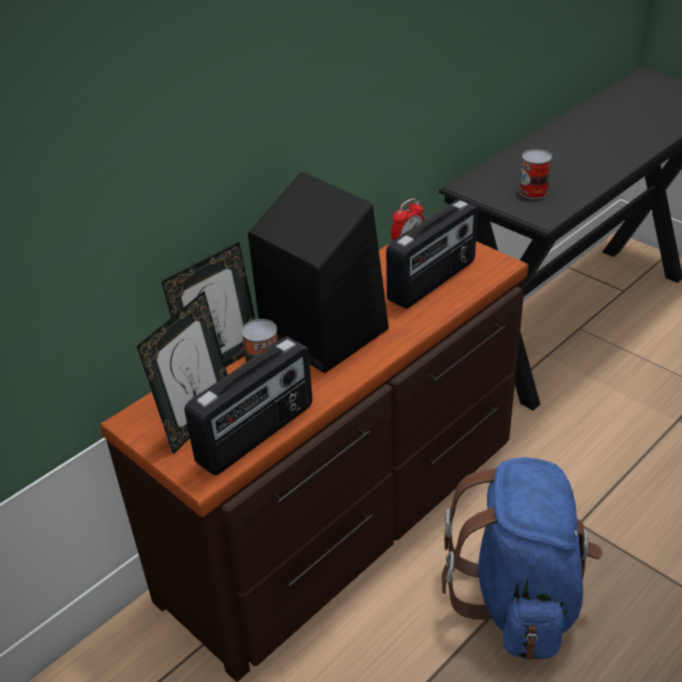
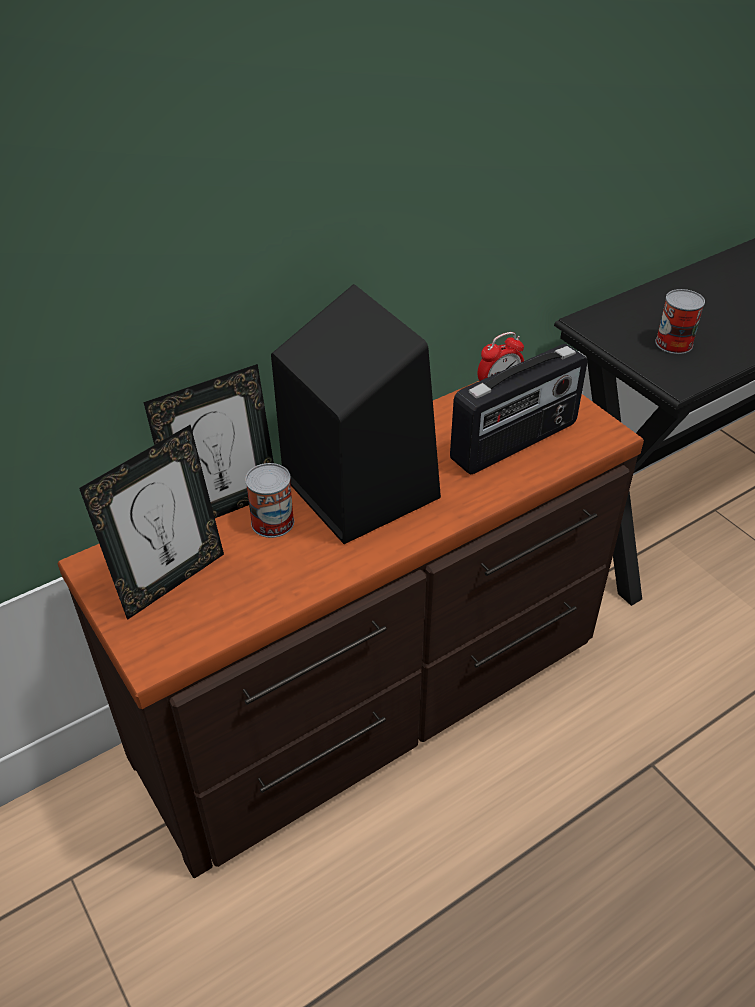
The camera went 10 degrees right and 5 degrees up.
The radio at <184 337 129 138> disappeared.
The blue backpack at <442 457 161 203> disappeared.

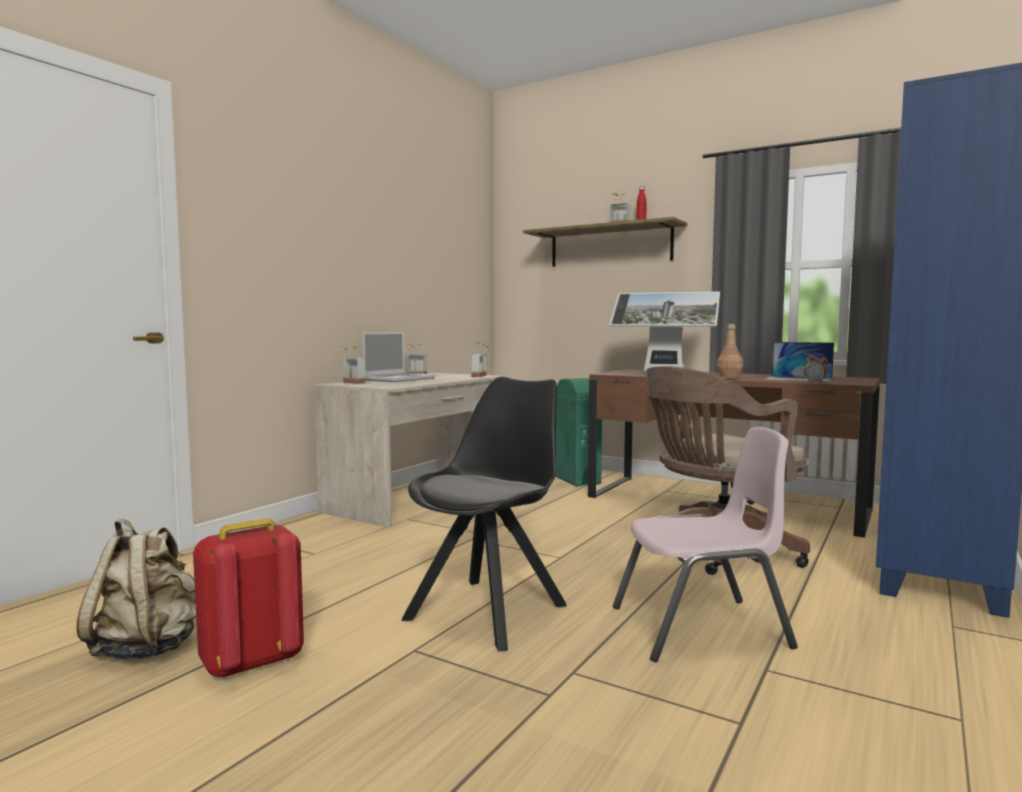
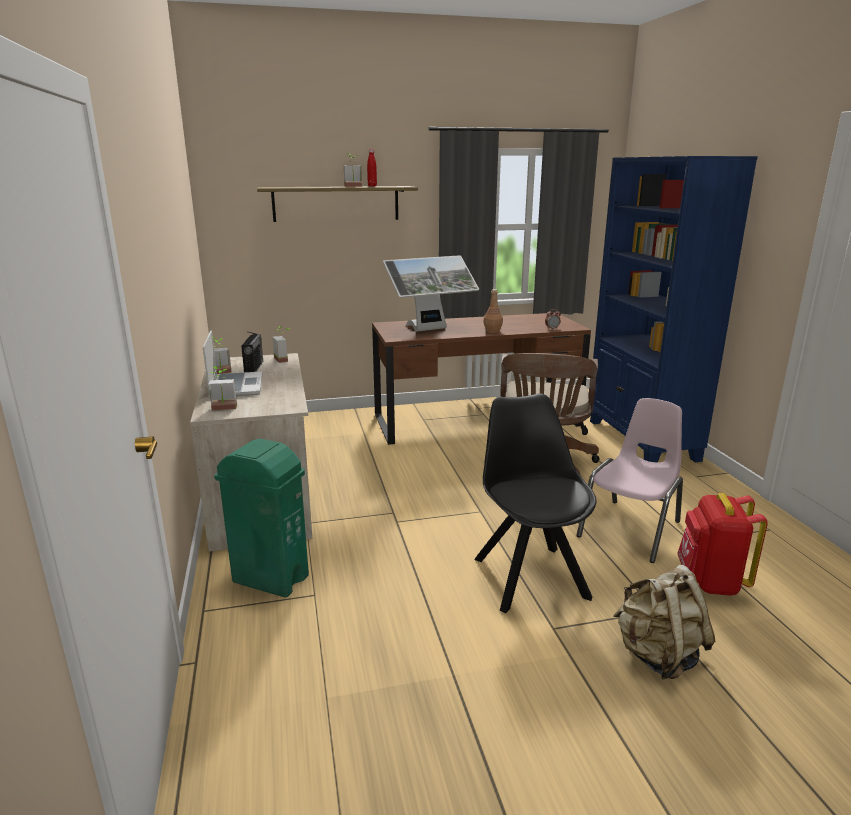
The camera went 45 degrees left and 15 degrees up.
The laptop at <765 342 69 40> disappeared.
The green trash can moved from <556 378 46 109> to <214 439 95 158>.
The beige backpack moved from <77 518 119 142> to <613 565 102 114>.
The red backpack moved from <193 519 111 160> to <677 493 91 103>.
The radio at <241 331 22 41> appeared.

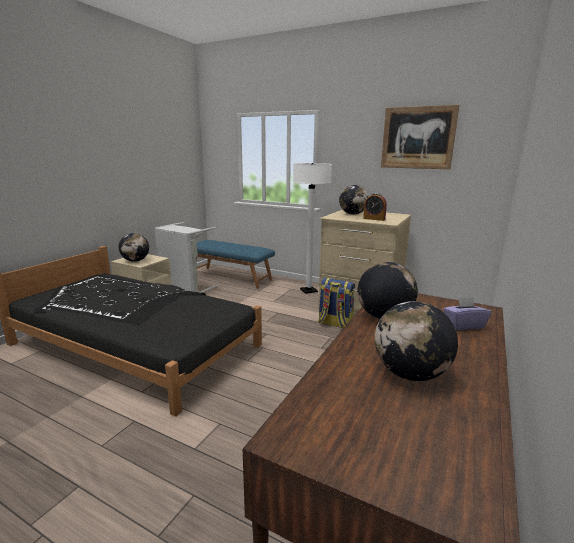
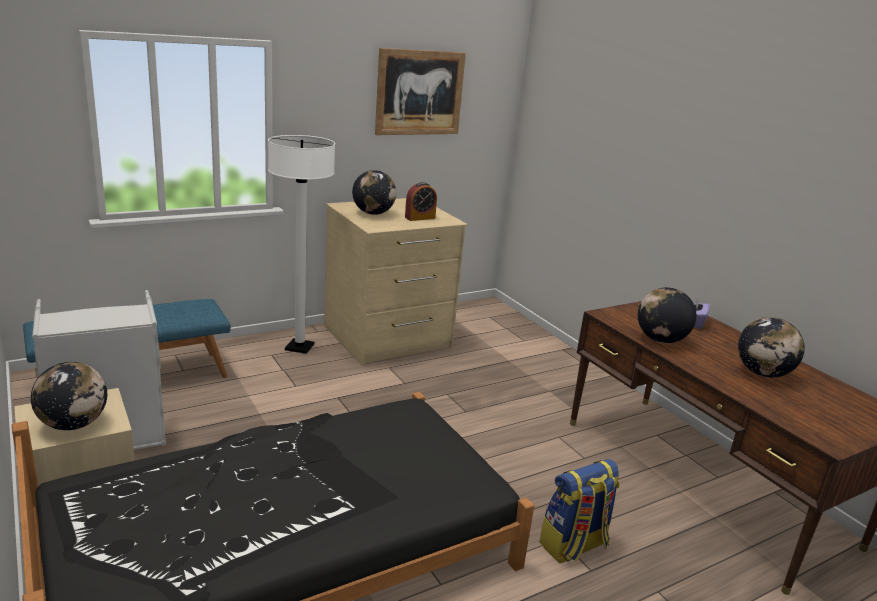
The camera went 60 degrees left and 5 degrees up.
The backpack moved from <318 278 37 50> to <540 459 80 104>.

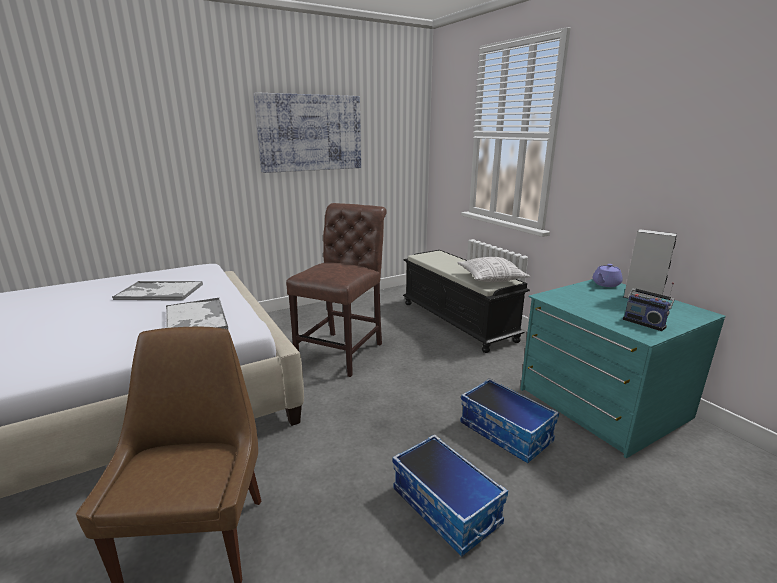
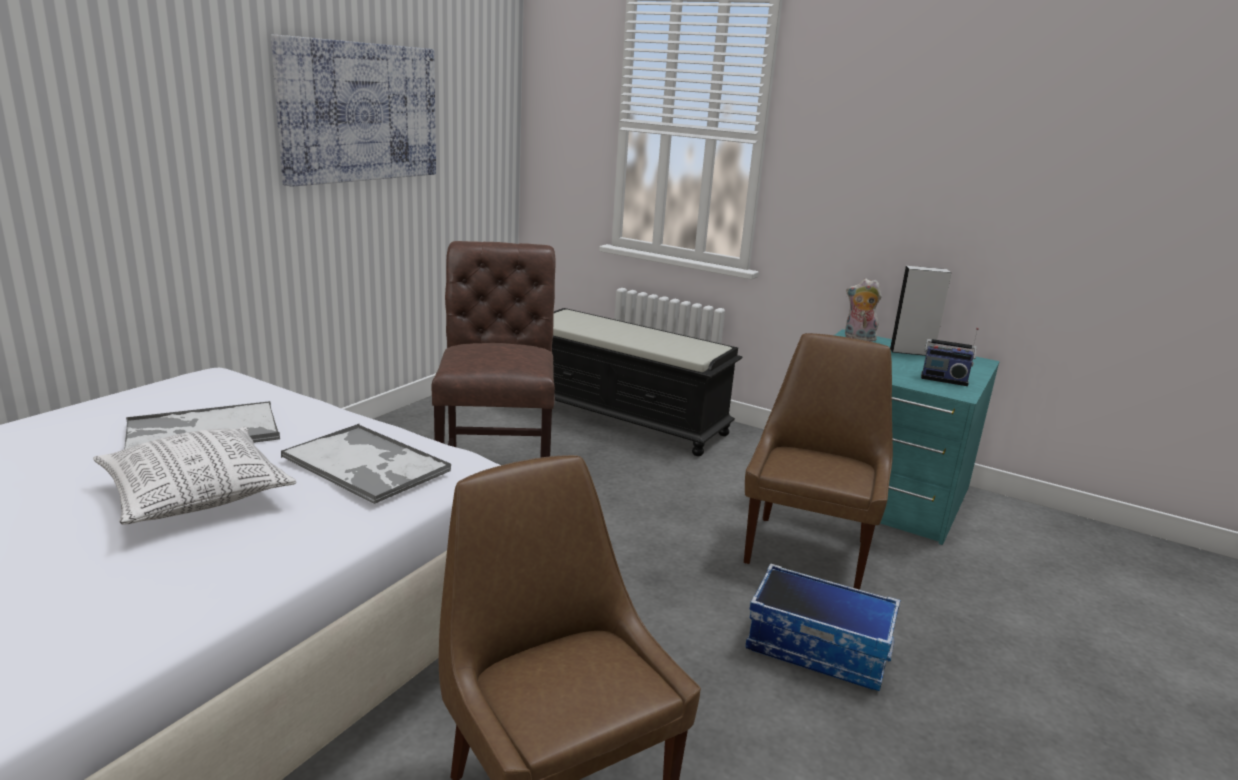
The camera went 30 degrees left and 0 degrees up.
The pillow moved from <457 257 73 25> to <93 427 204 98>.
The purple teapot at <592 264 31 23> was replaced by the plush toy at <845 279 37 63>.
The storage box at <460 378 99 85> was replaced by the brown chair at <744 333 149 257>.

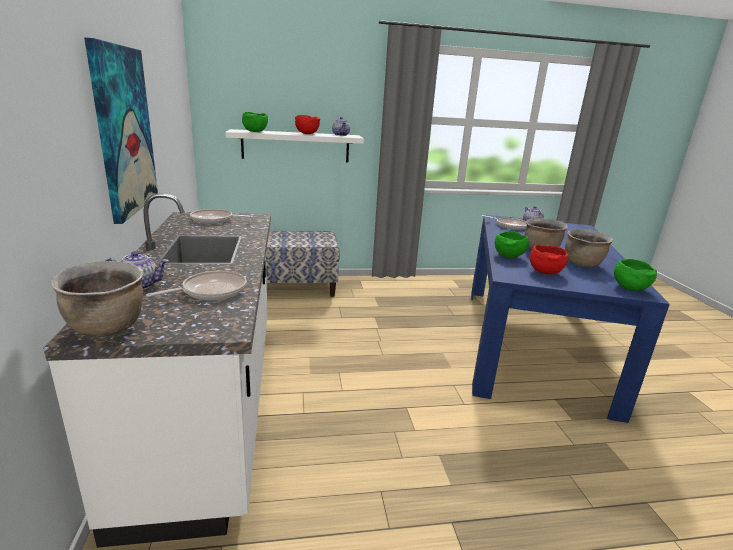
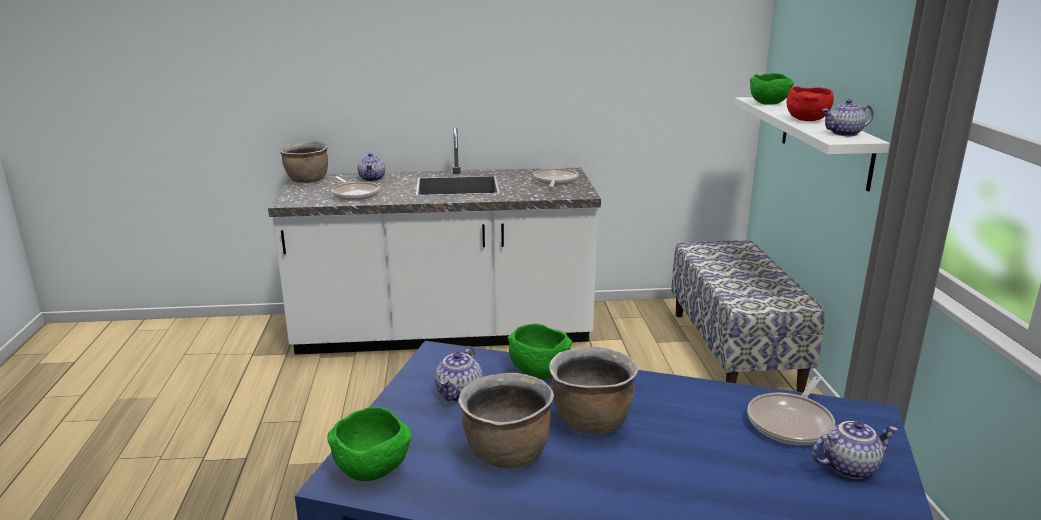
The camera went 95 degrees right and 0 degrees up.
The picture at <84 37 74 187> disappeared.
The red bowl at <530 245 38 29> was replaced by the teapot at <435 346 48 56>.

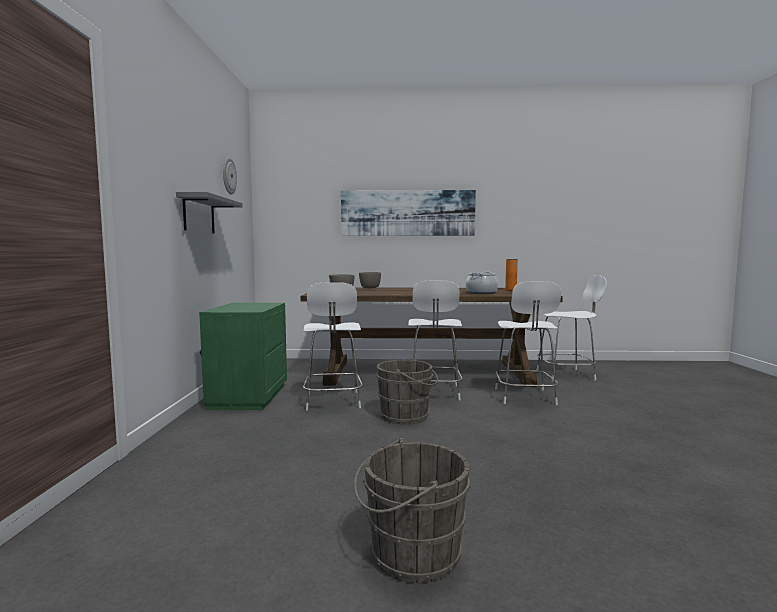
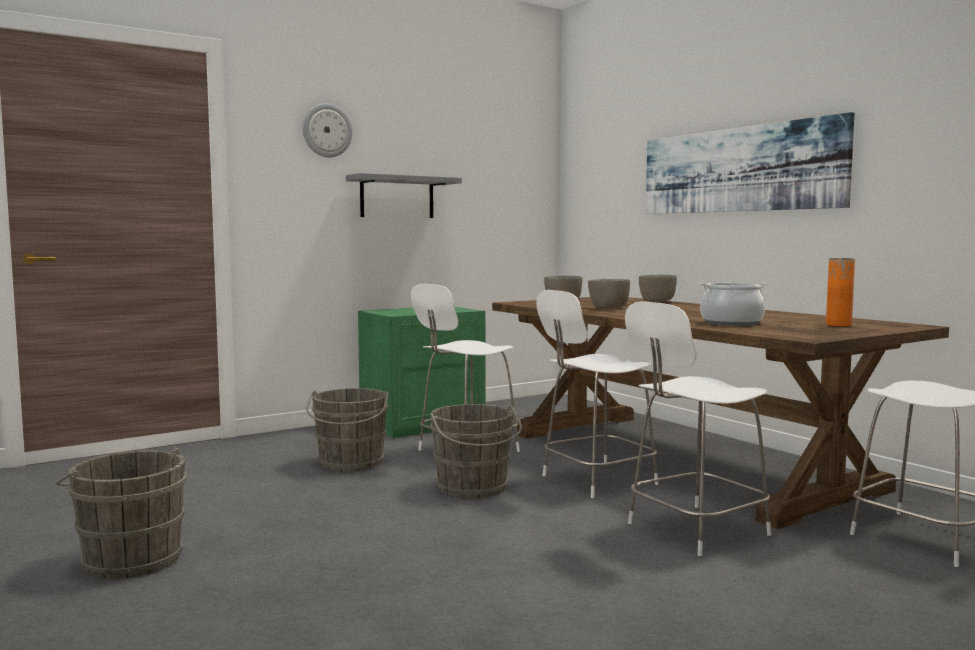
The camera went 55 degrees right and 0 degrees up.
The wall clock moved from <223 157 14 37> to <303 103 49 55>.
The grey bowl at <588 279 42 30> appeared.
The grey bucket at <306 388 83 84> appeared.

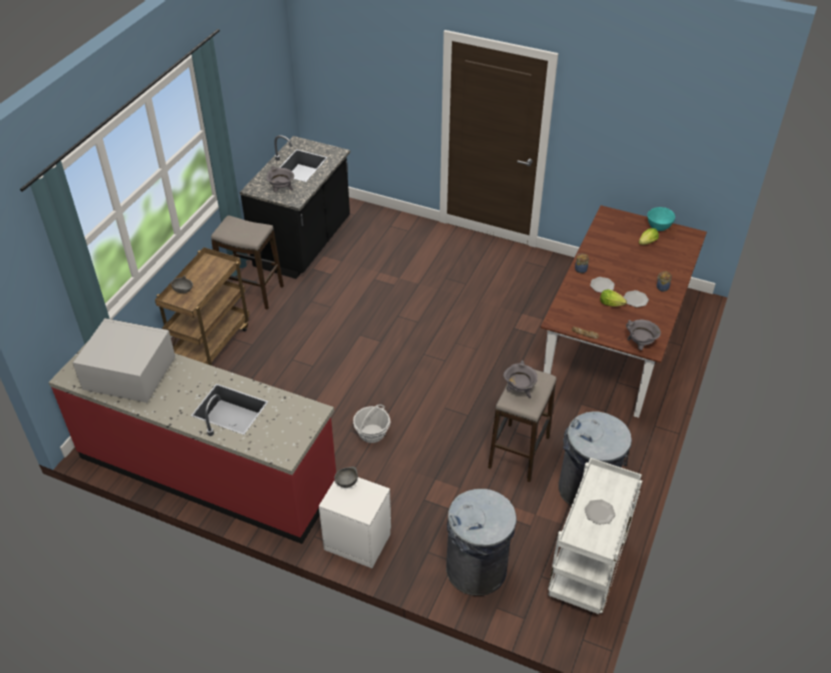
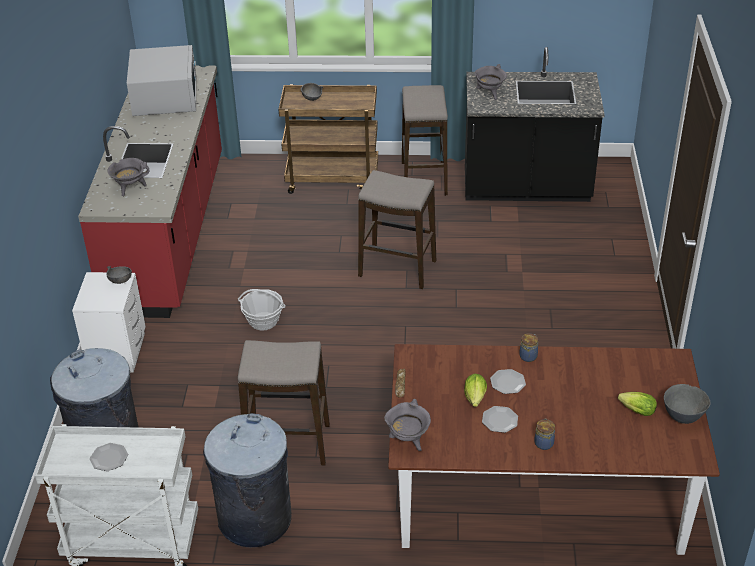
The camera went 70 degrees right and 5 degrees down.
The turquoise bowl at <647 207 28 24> became the grey bowl at <664 384 47 40>.
The grey cooking pot moved from <503 361 35 37> to <108 158 41 38>.
The stool at <358 170 78 119> appeared.

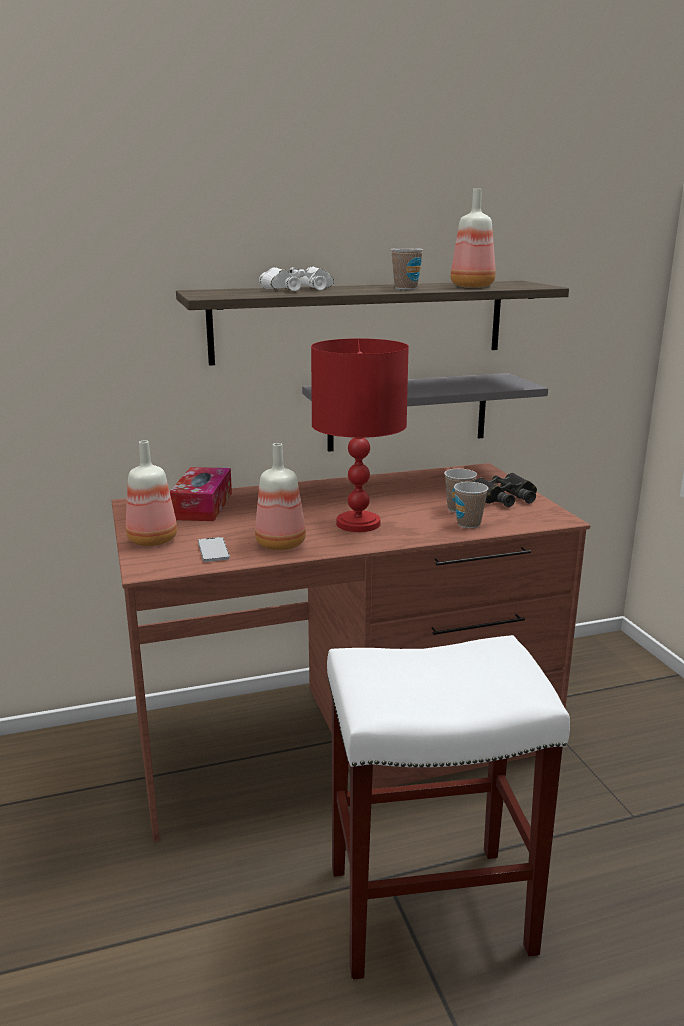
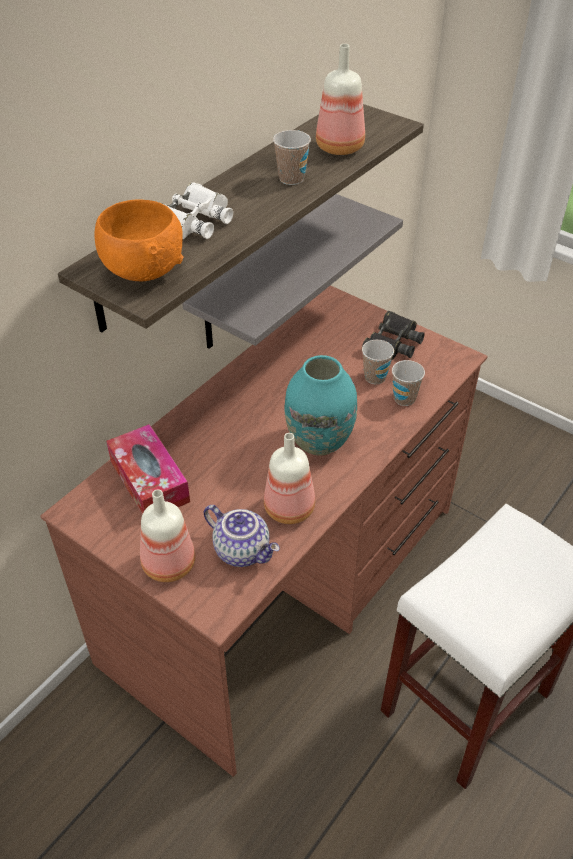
The camera went 35 degrees left and 25 degrees up.
The red table lamp at <311 338 98 194> was replaced by the turquoise vase at <284 355 73 101>.
The phone at <198 537 32 25> was replaced by the teapot at <204 505 76 62>.
The orange bowl at <94 200 90 81> appeared.

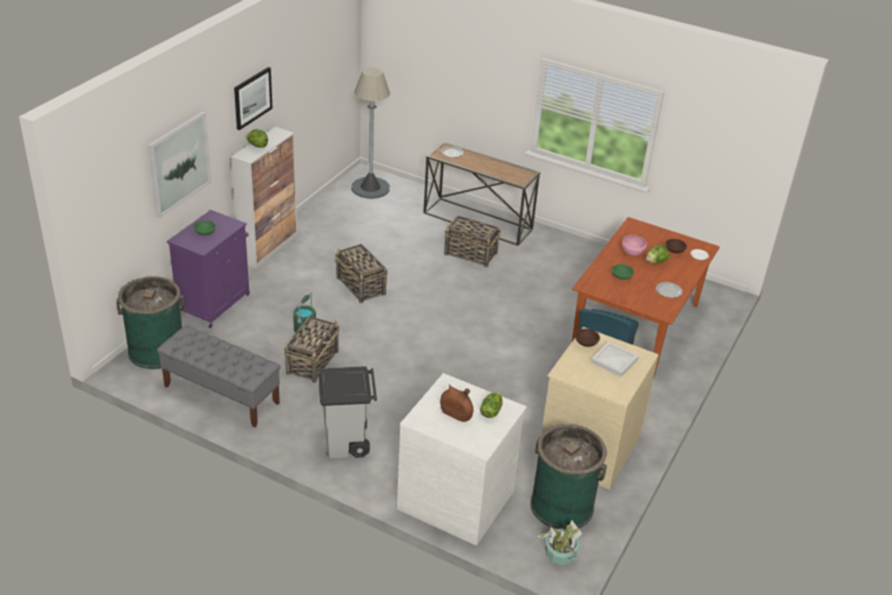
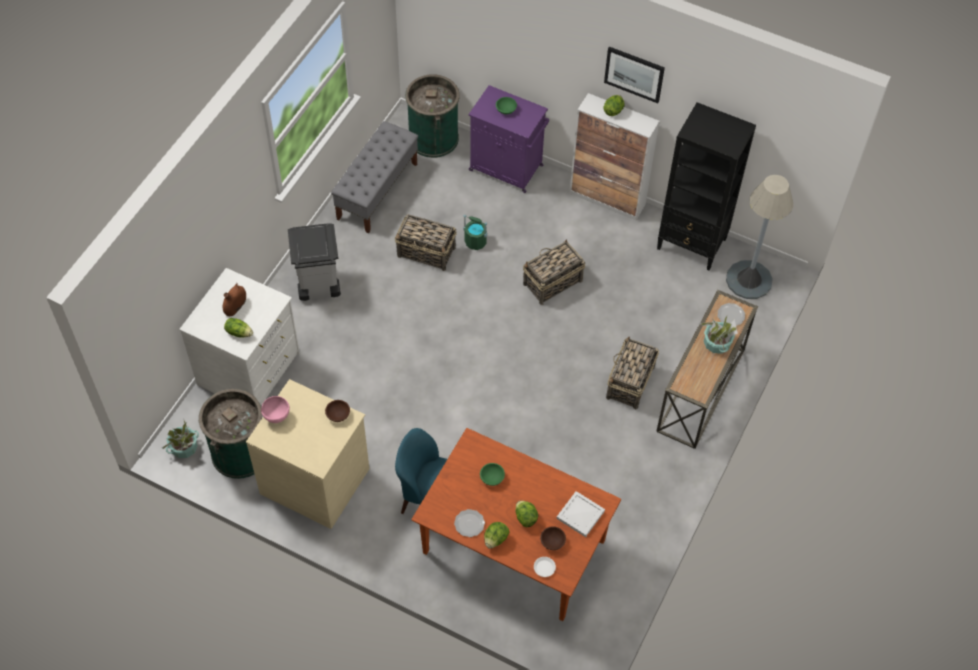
The camera went 90 degrees right and 20 degrees up.
The picture at <148 112 63 106> disappeared.
The pink bowl moved from <622 235 25 21> to <261 396 29 27>.
The white tray moved from <591 341 48 36> to <556 491 49 46>.
The black bookcase at <657 102 99 168> appeared.
The potted plant at <699 314 39 40> appeared.
The lettuce at <484 522 26 27> appeared.

